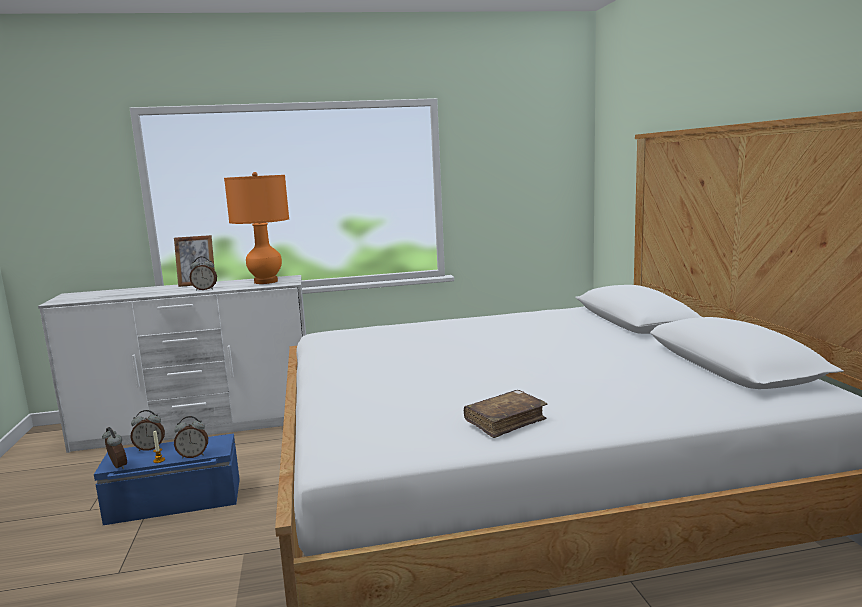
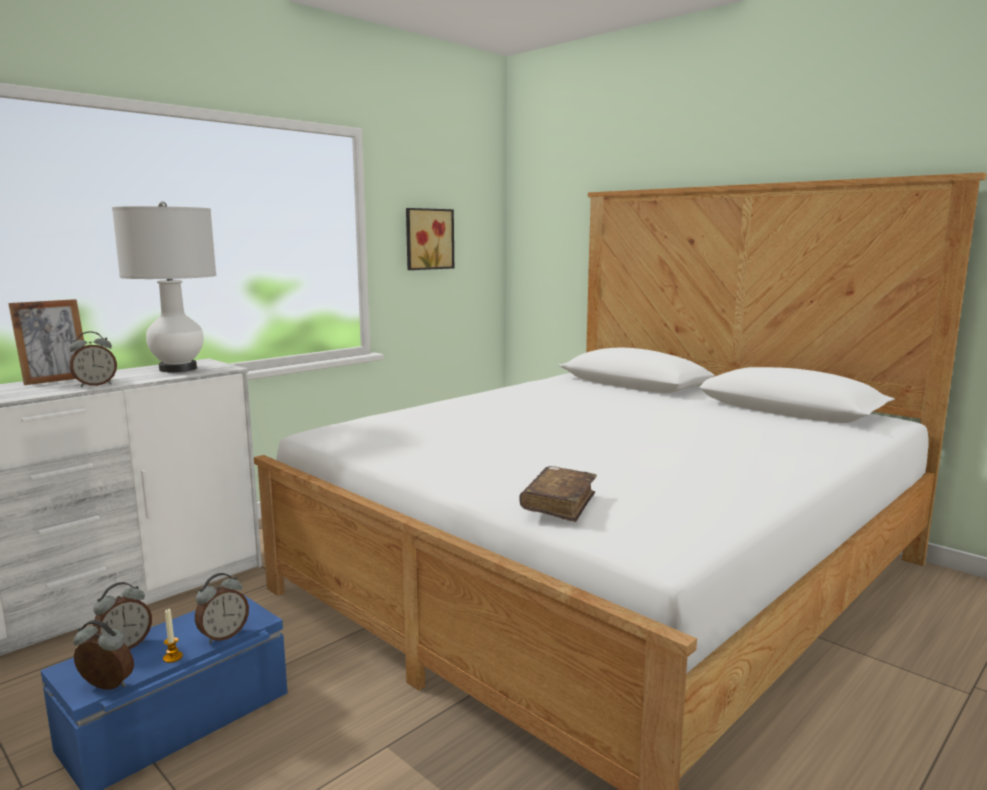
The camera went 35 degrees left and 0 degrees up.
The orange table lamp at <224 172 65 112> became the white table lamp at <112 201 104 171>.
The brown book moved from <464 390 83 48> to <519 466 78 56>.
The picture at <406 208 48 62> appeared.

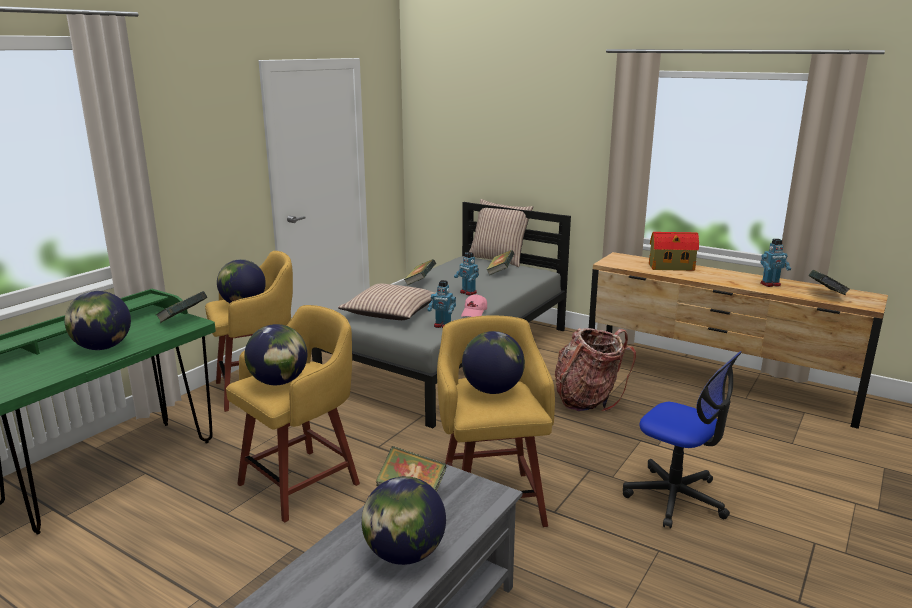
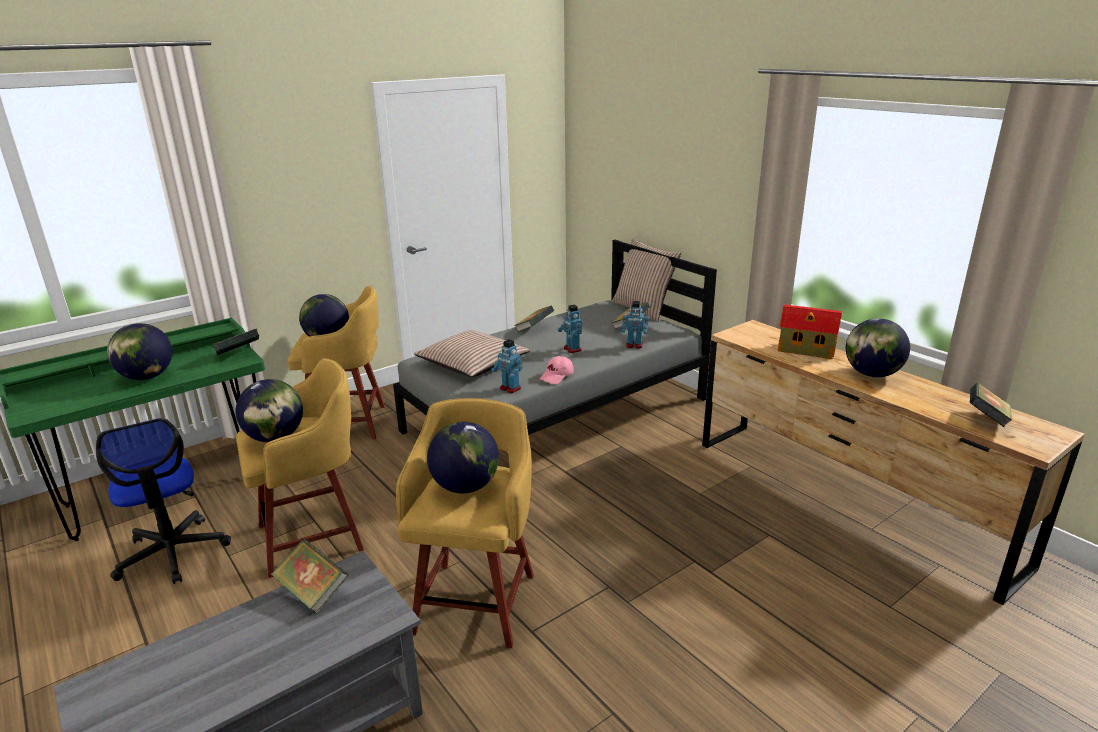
The camera went 20 degrees right and 5 degrees up.
The toy robot moved from <761 239 30 48> to <622 301 26 48>.
The backpack at <555 328 81 83> disappeared.
The office chair moved from <623 351 119 178> to <96 418 135 166>.
The globe moved from <361 476 85 89> to <846 318 64 59>.

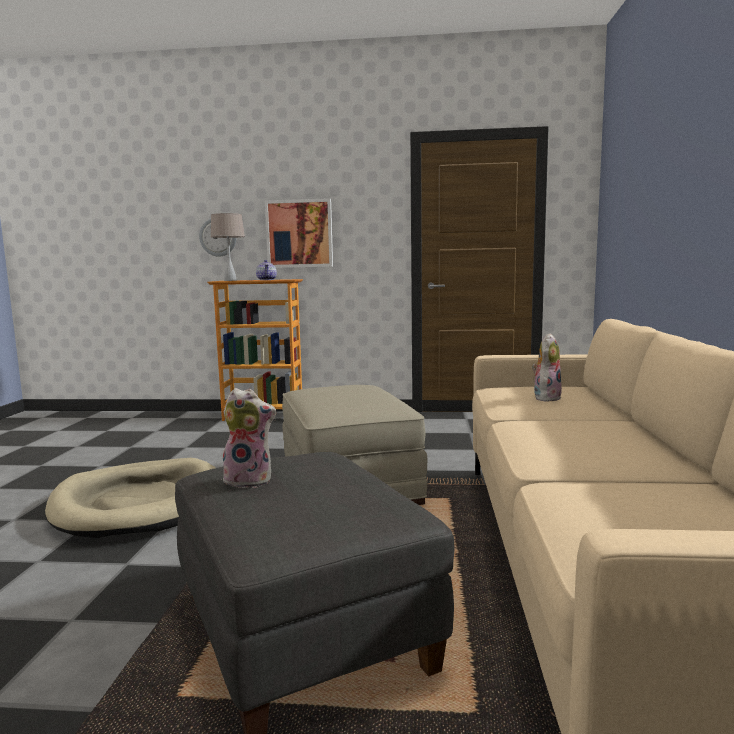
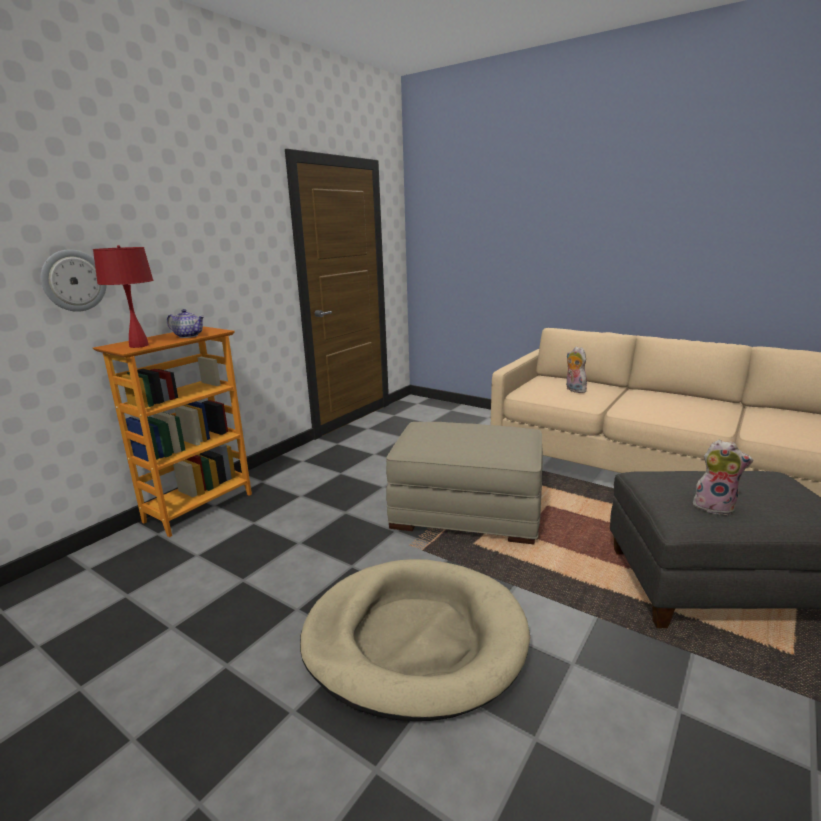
The camera went 60 degrees left and 10 degrees up.
The picture at <265 198 68 70> disappeared.
The beige table lamp at <211 213 34 68> became the red table lamp at <93 245 60 103>.
The plush toy at <223 388 53 100> turned 75 degrees clockwise.

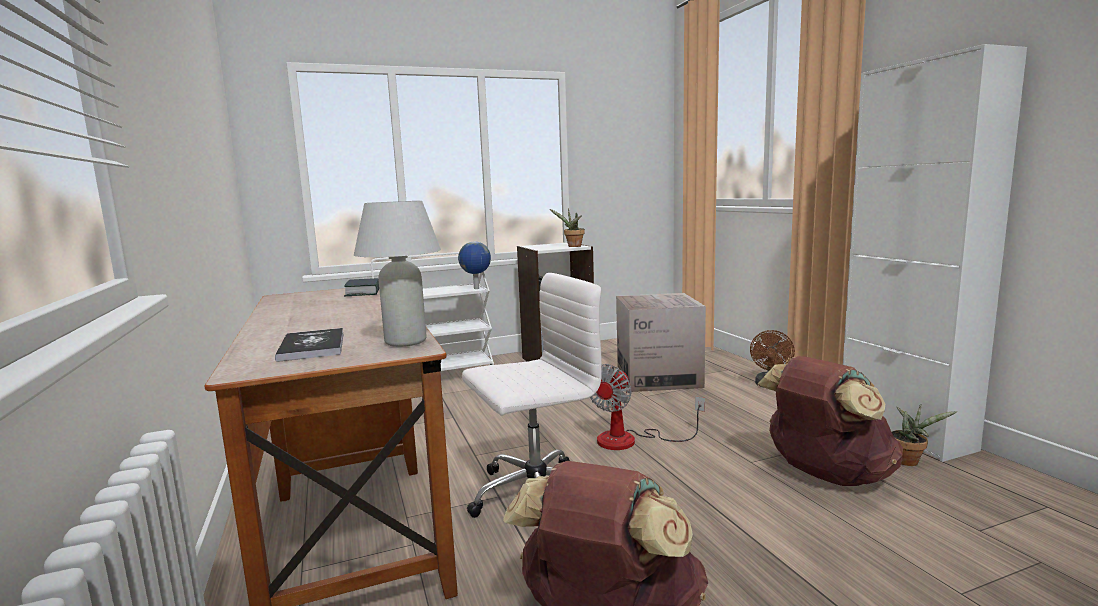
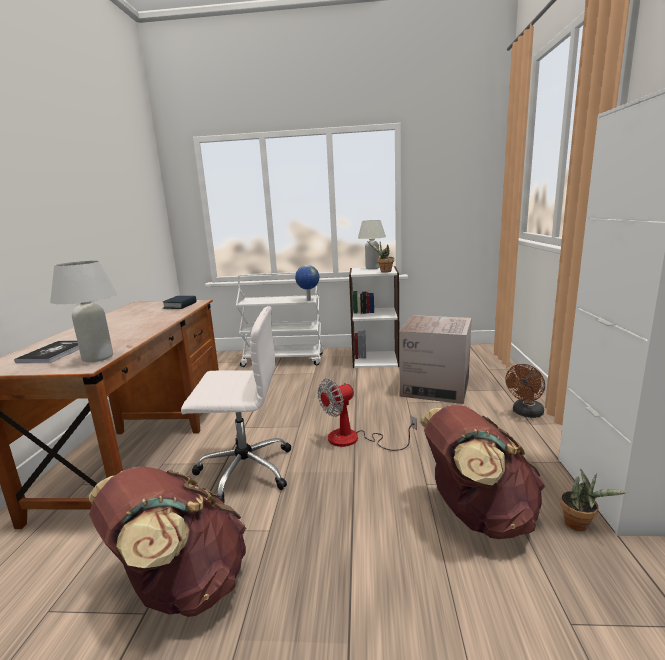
The camera went 25 degrees right and 5 degrees up.
The white table lamp at <358 220 28 49> appeared.

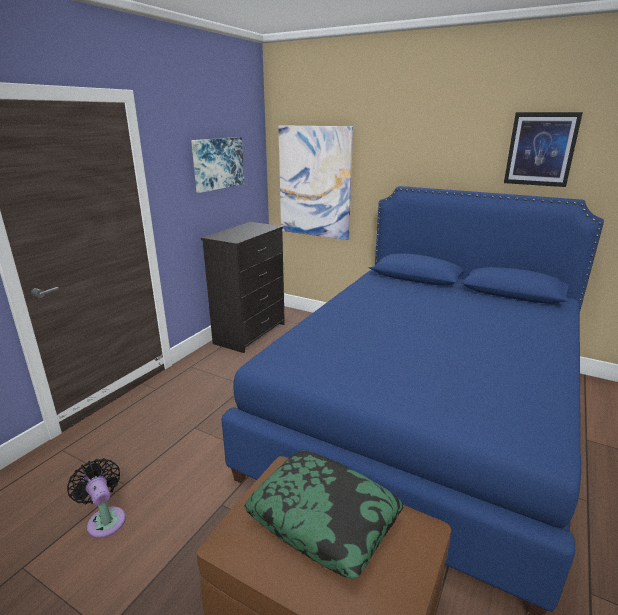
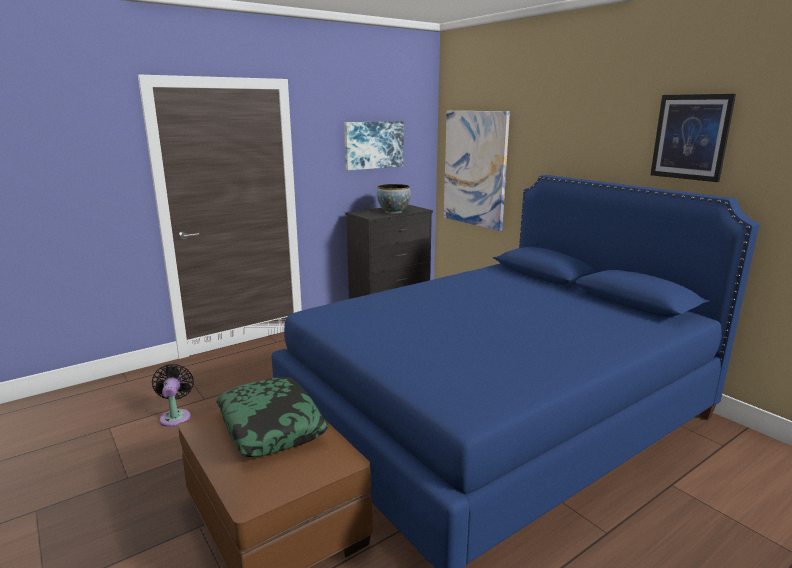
The camera went 25 degrees right and 5 degrees down.
The bowl at <377 184 34 30> appeared.

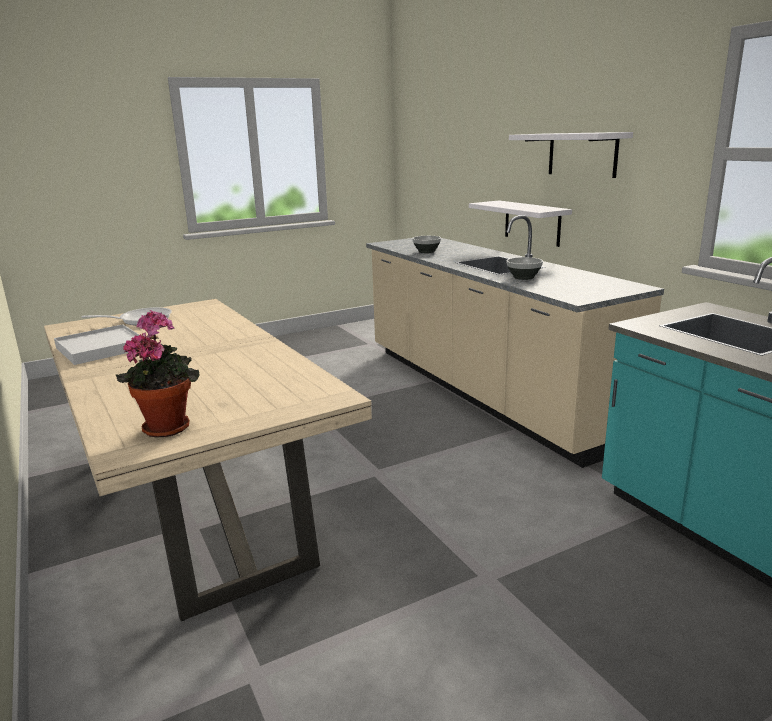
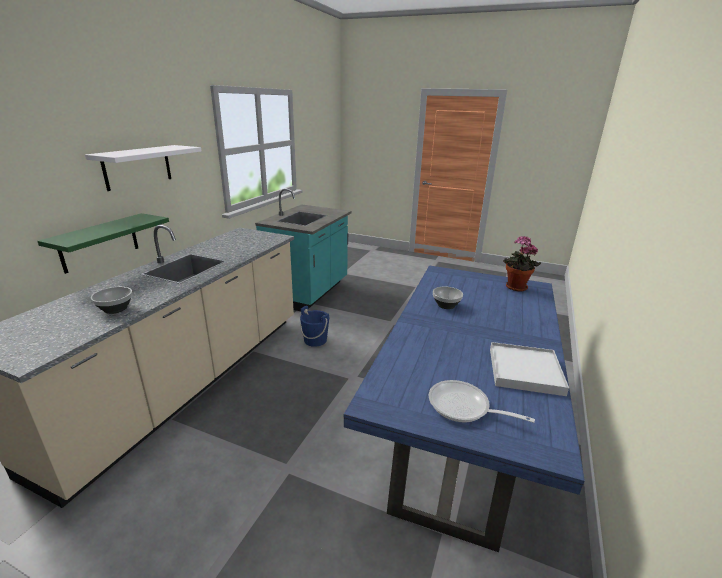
The camera went 130 degrees left and 5 degrees up.
The white shelf at <469 201 103 46> became the green shelf at <37 213 132 61>.
The bowl moved from <507 257 36 23> to <433 287 30 22>.
The beige dining table at <44 299 328 322> became the blue dining table at <344 265 241 287>.
The blue bucket at <300 306 29 41> appeared.

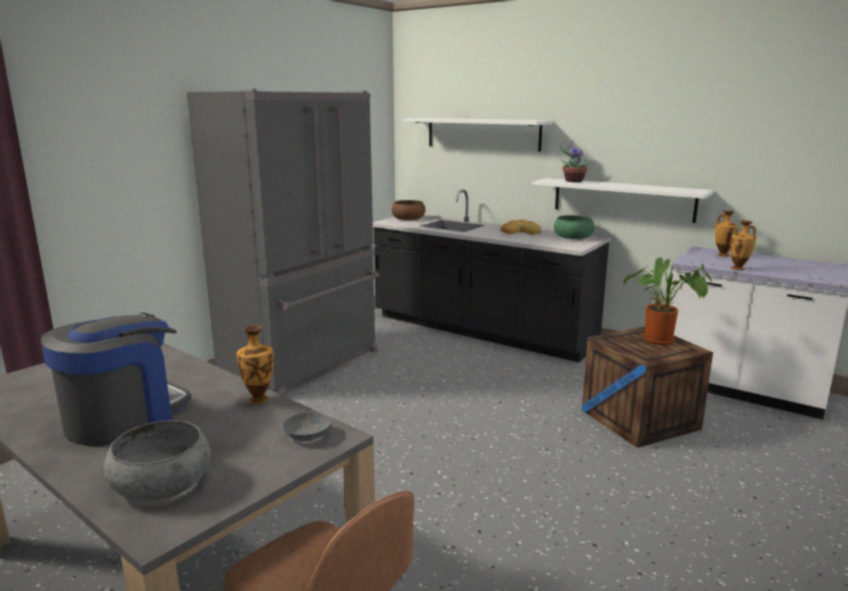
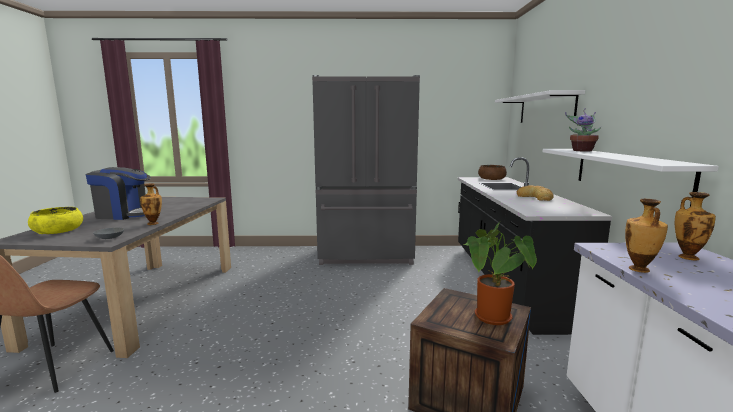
The camera went 55 degrees right and 5 degrees down.
The green bowl at <554 215 40 24> disappeared.
The grey bowl at <104 420 107 81> became the yellow bowl at <28 207 55 27>.

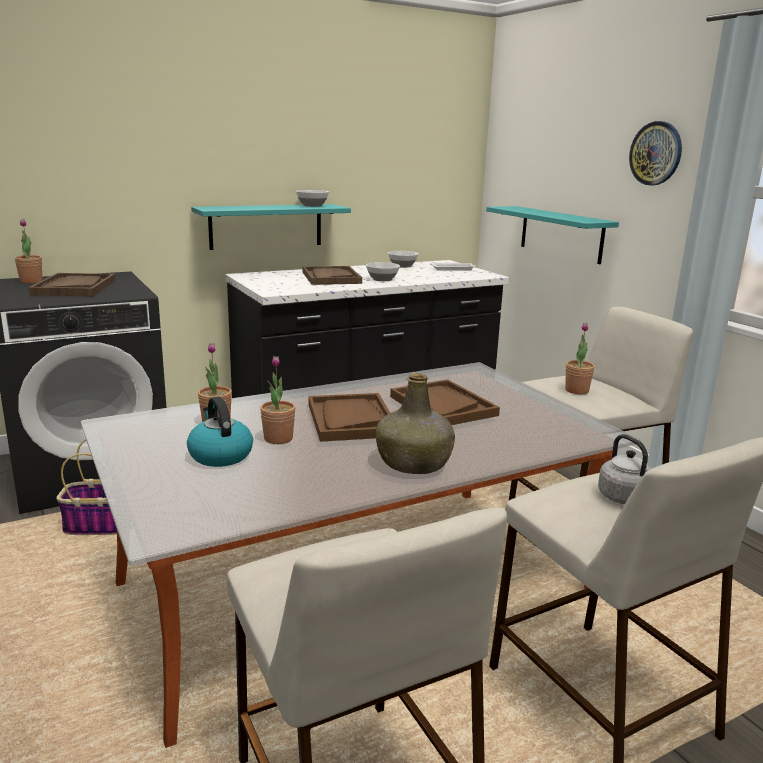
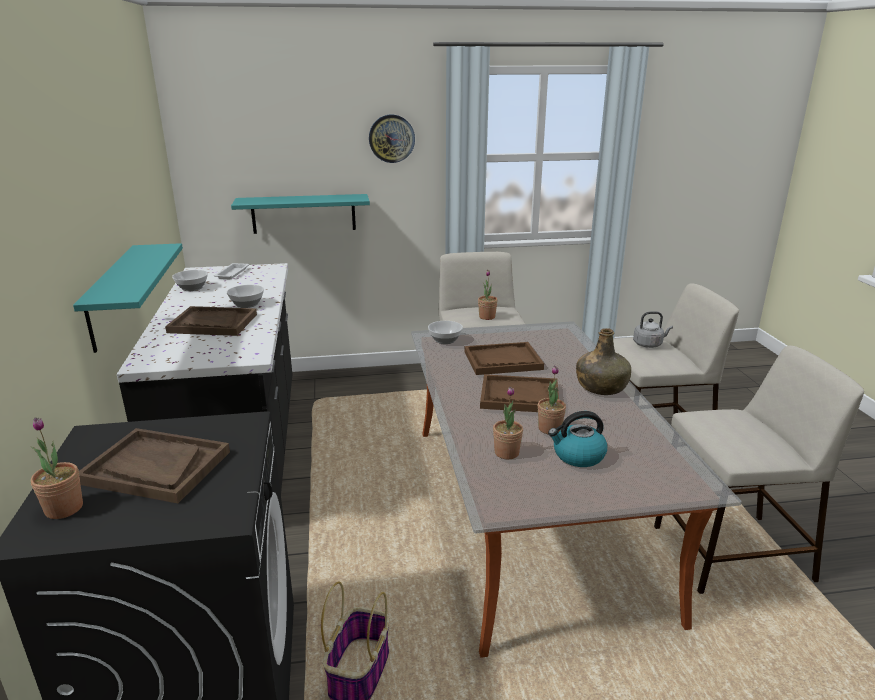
The camera went 70 degrees left and 5 degrees up.
The bowl moved from <296 190 33 17> to <428 321 35 23>.

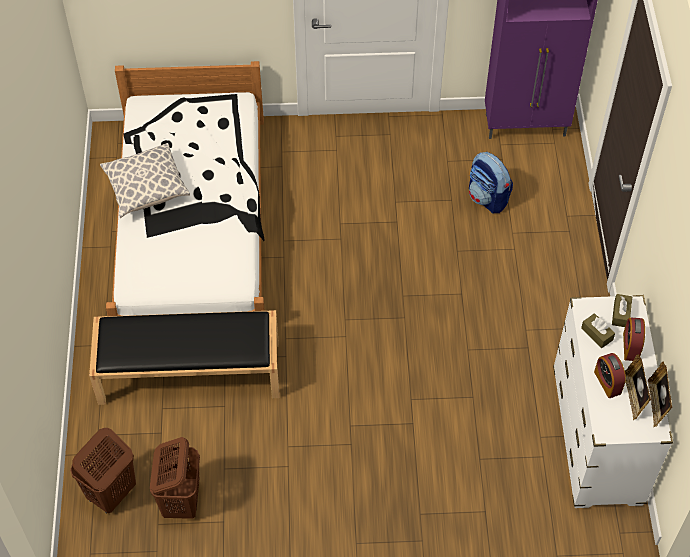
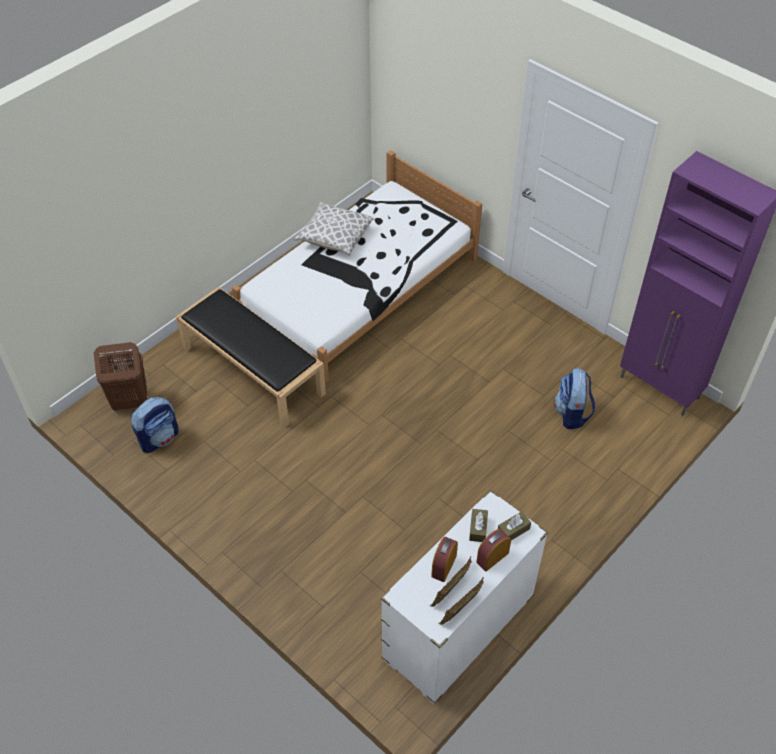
The camera went 45 degrees right and 5 degrees down.
The brown laundry basket at <150 437 50 82> was replaced by the backpack at <131 397 47 56>.

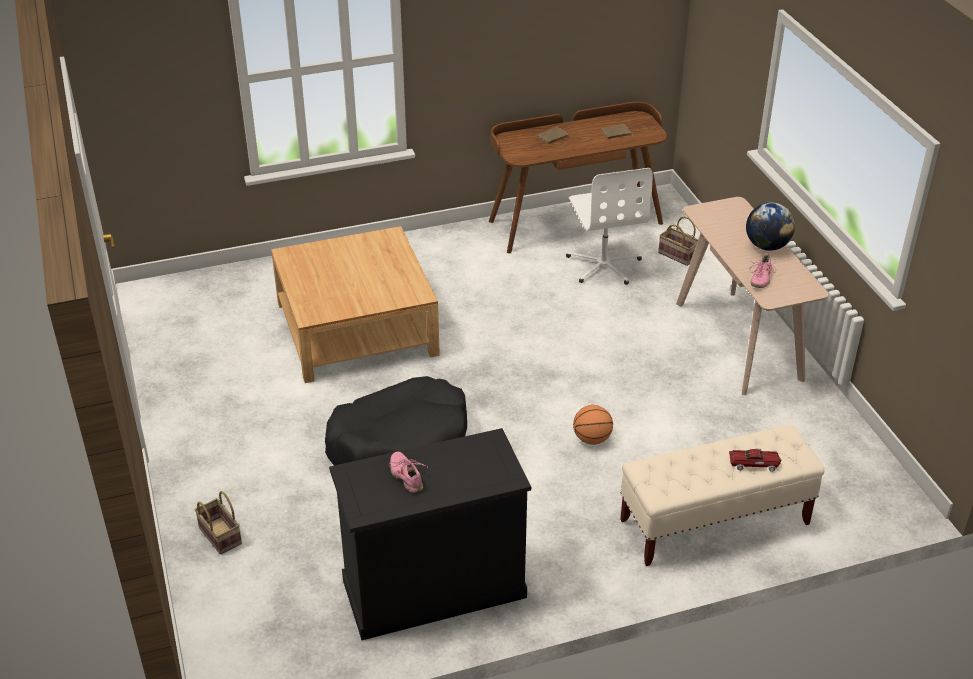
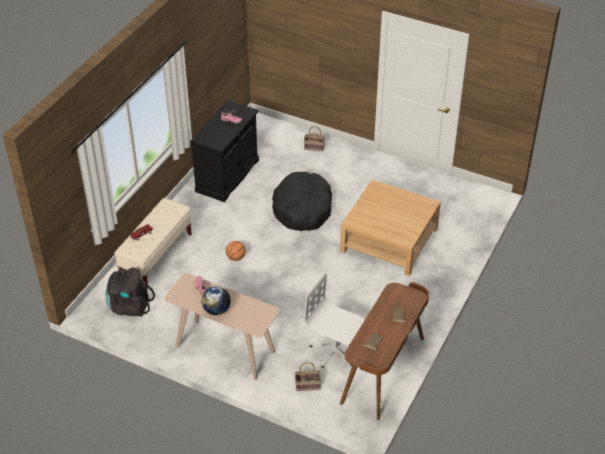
The camera went 135 degrees right and 5 degrees up.
The black backpack at <105 268 50 49> appeared.

